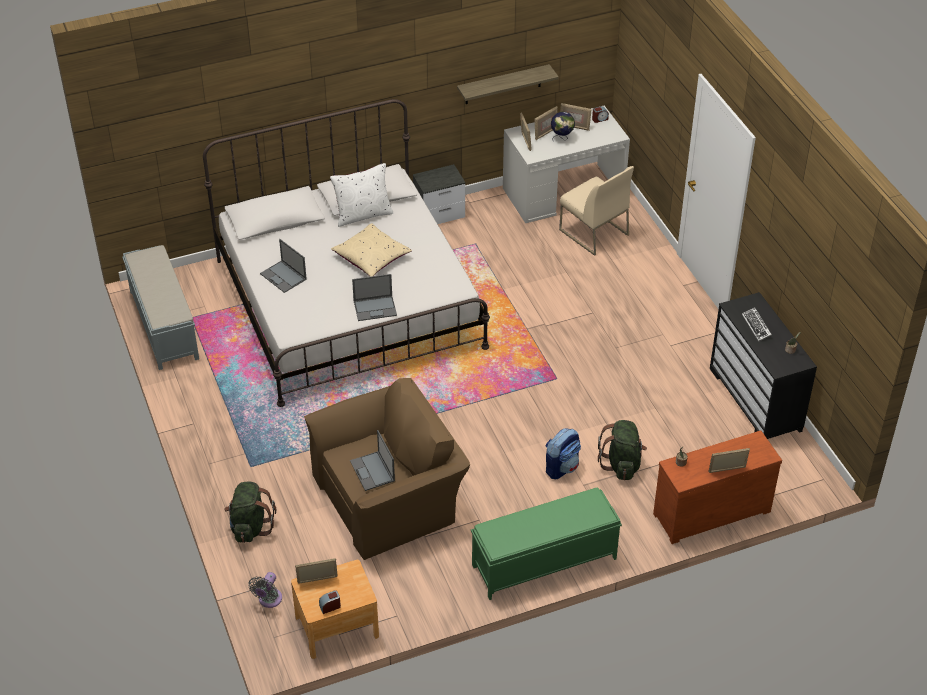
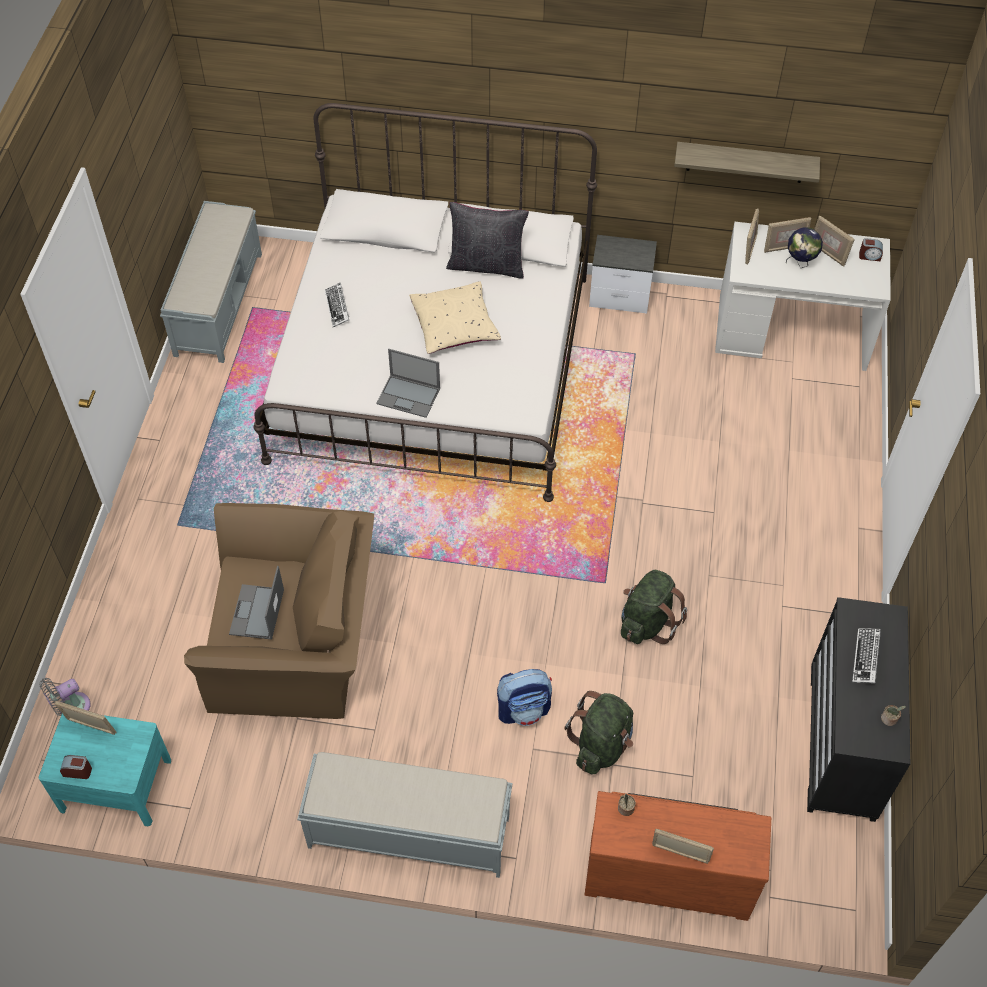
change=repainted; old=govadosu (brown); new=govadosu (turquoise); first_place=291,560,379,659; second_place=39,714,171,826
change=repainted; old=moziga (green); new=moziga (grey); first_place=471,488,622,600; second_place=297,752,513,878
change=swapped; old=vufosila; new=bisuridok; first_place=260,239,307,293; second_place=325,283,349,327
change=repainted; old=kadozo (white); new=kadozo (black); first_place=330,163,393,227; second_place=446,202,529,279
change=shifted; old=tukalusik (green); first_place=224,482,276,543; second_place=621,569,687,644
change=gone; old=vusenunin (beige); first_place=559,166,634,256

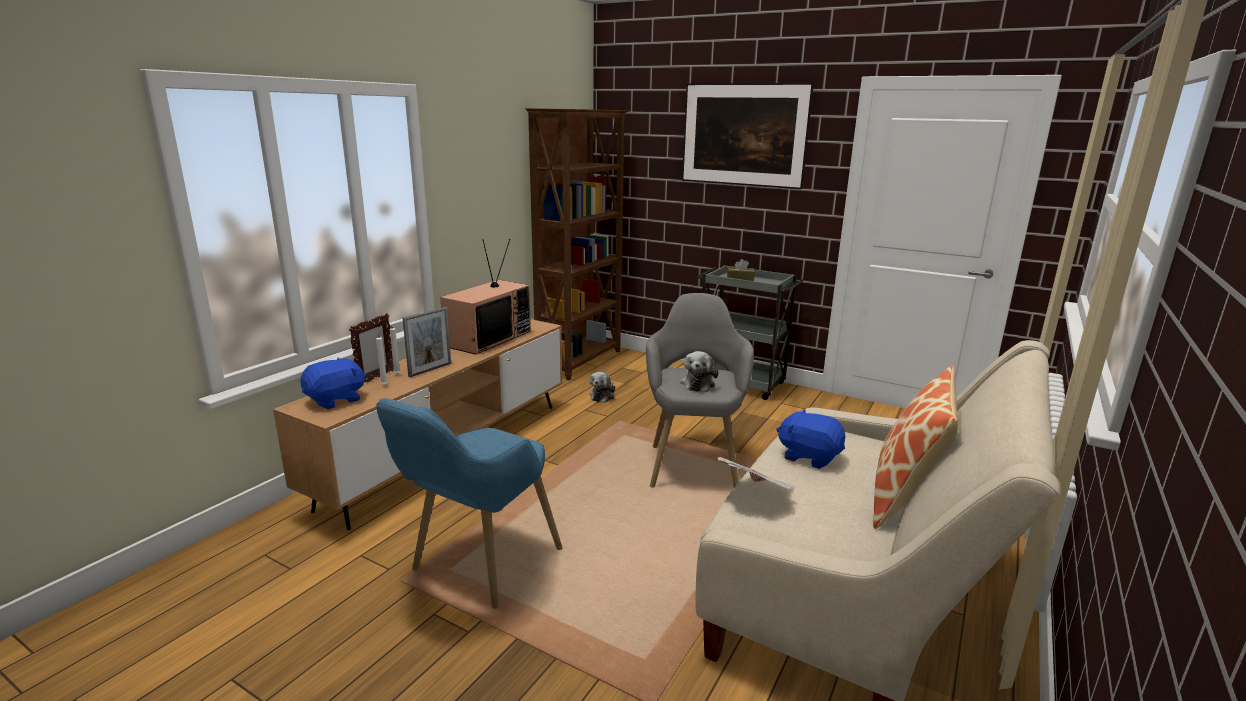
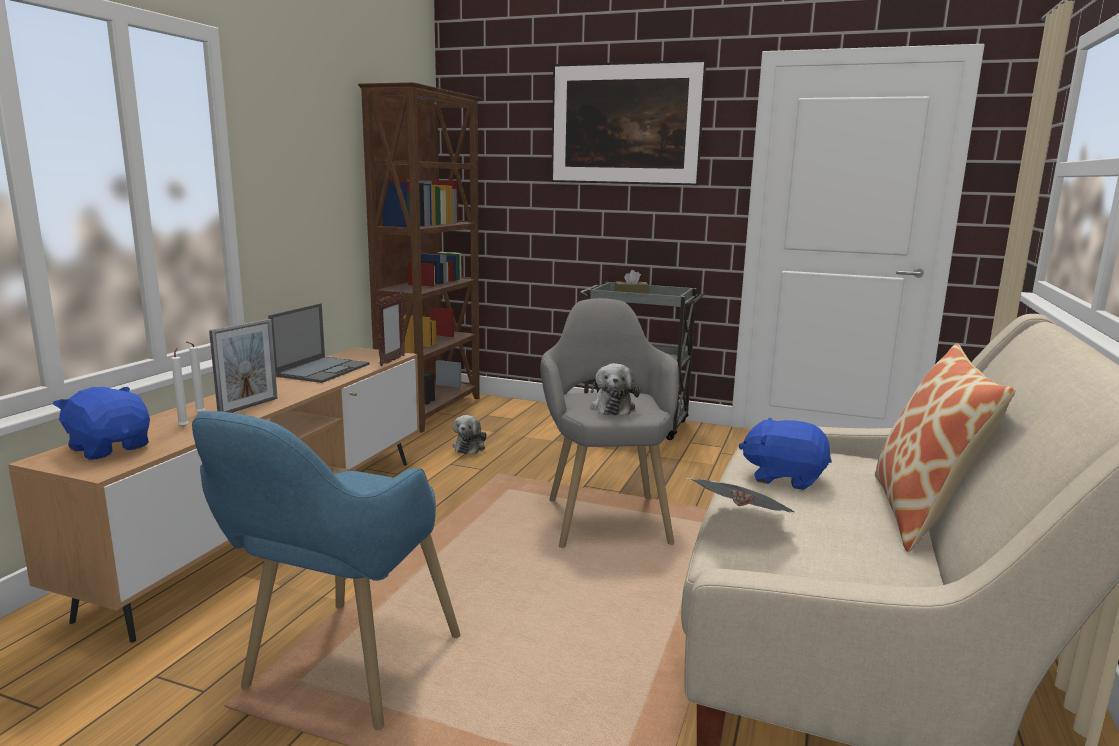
change=rotated; old=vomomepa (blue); first_place=300,357,366,409; second_place=53,387,150,460; degrees=-90
change=swapped; old=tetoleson; new=vufosila; first_place=440,239,531,355; second_place=268,303,369,383
change=shifted; old=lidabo; first_place=349,313,394,382; second_place=376,292,405,366

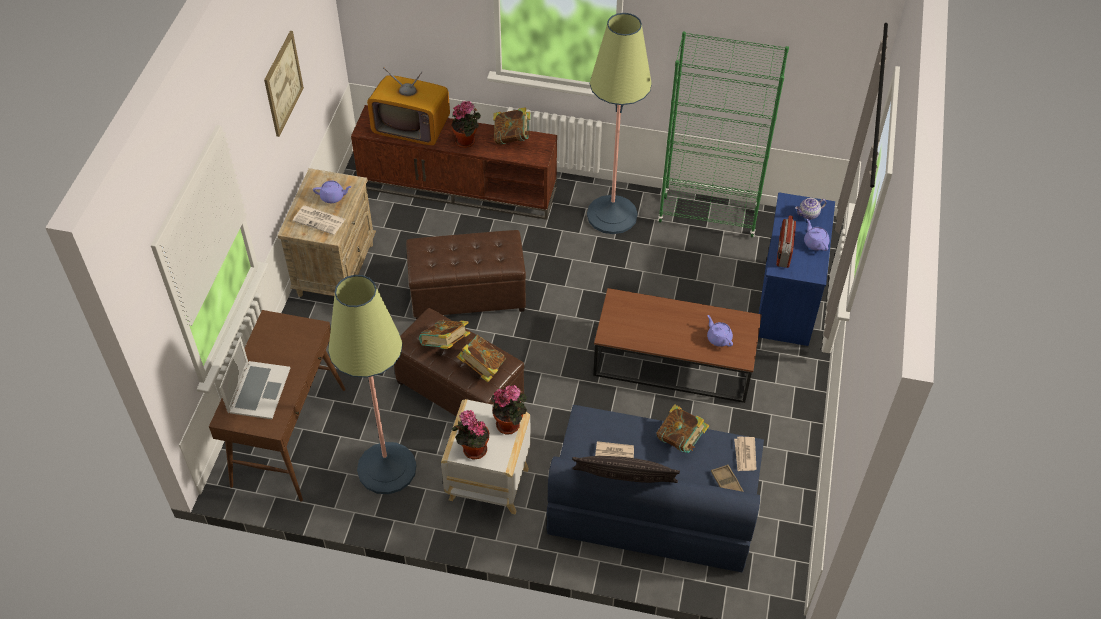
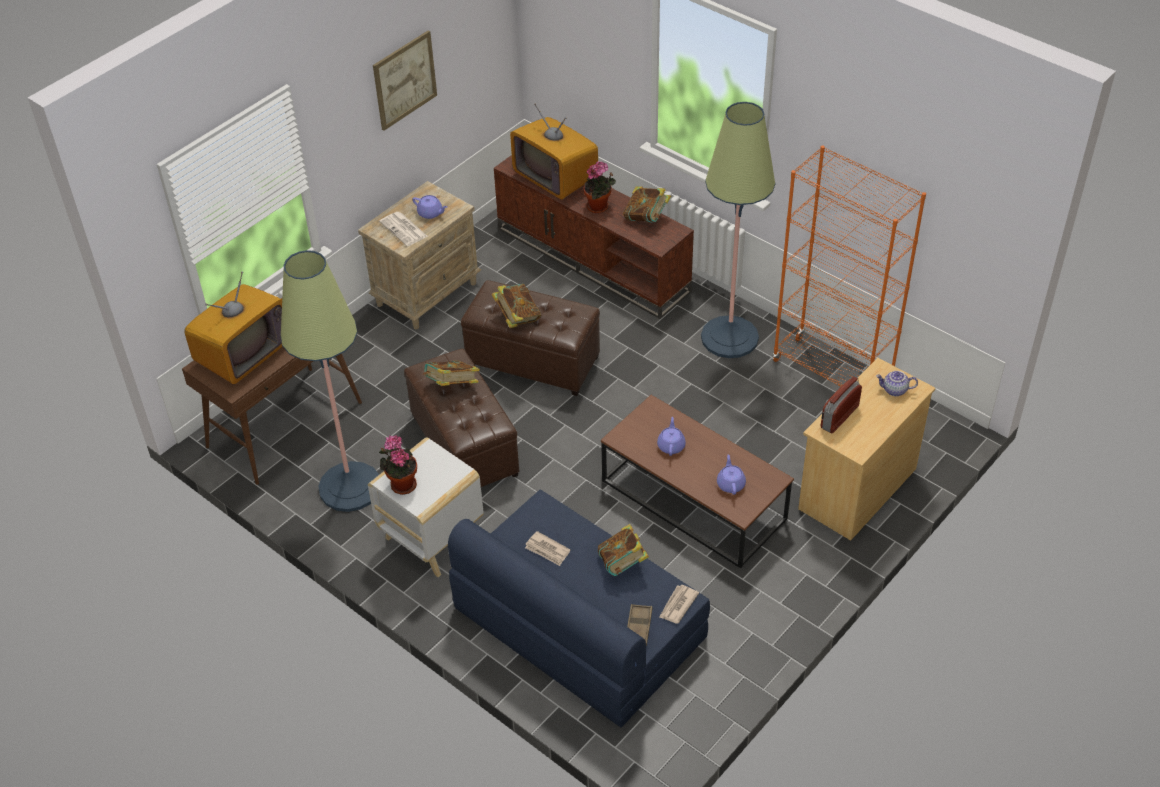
change=swapped; old=vufosila; new=tetoleson; first_place=219,337,290,419; second_place=184,272,282,384
change=shifted; old=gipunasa; first_place=457,335,506,382; second_place=492,284,541,328
change=shifted; old=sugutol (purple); first_place=804,219,829,251; second_place=657,417,686,456
change=repainted; old=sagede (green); new=sagede (orange); first_place=658,31,789,237; second_place=773,146,926,386
change=repainted; old=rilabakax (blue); new=rilabakax (beige); first_place=758,192,835,346; second_place=798,358,935,540
change=gone; old=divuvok; first_place=491,385,527,434
change=gone; old=kadozo; first_place=572,456,680,483

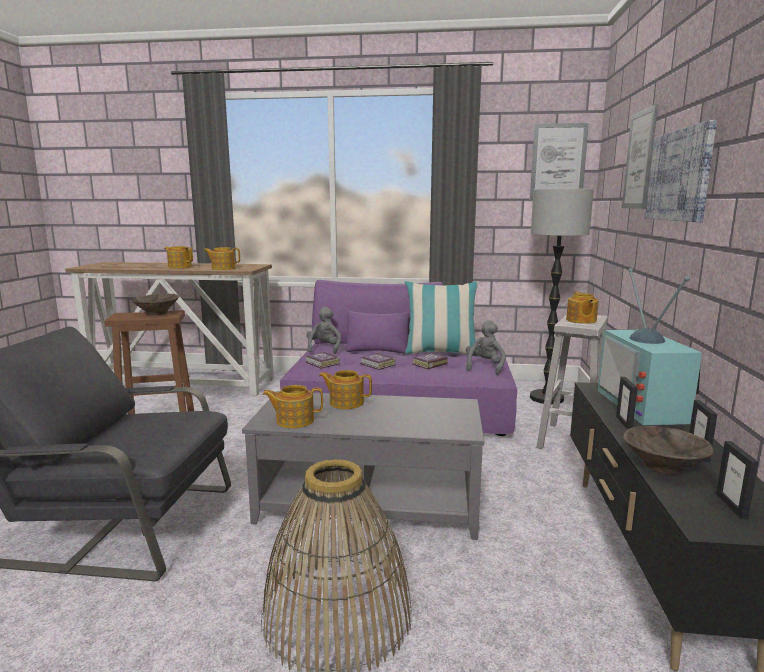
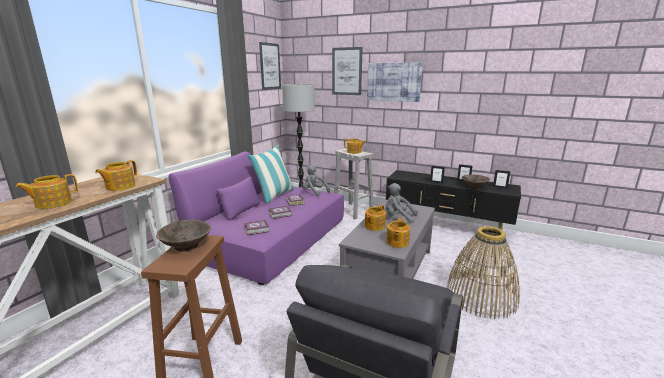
change=shifted; old=vomomepa (grey); first_place=306,307,341,354; second_place=386,183,418,223
change=gone; old=tetoleson; first_place=598,268,702,425

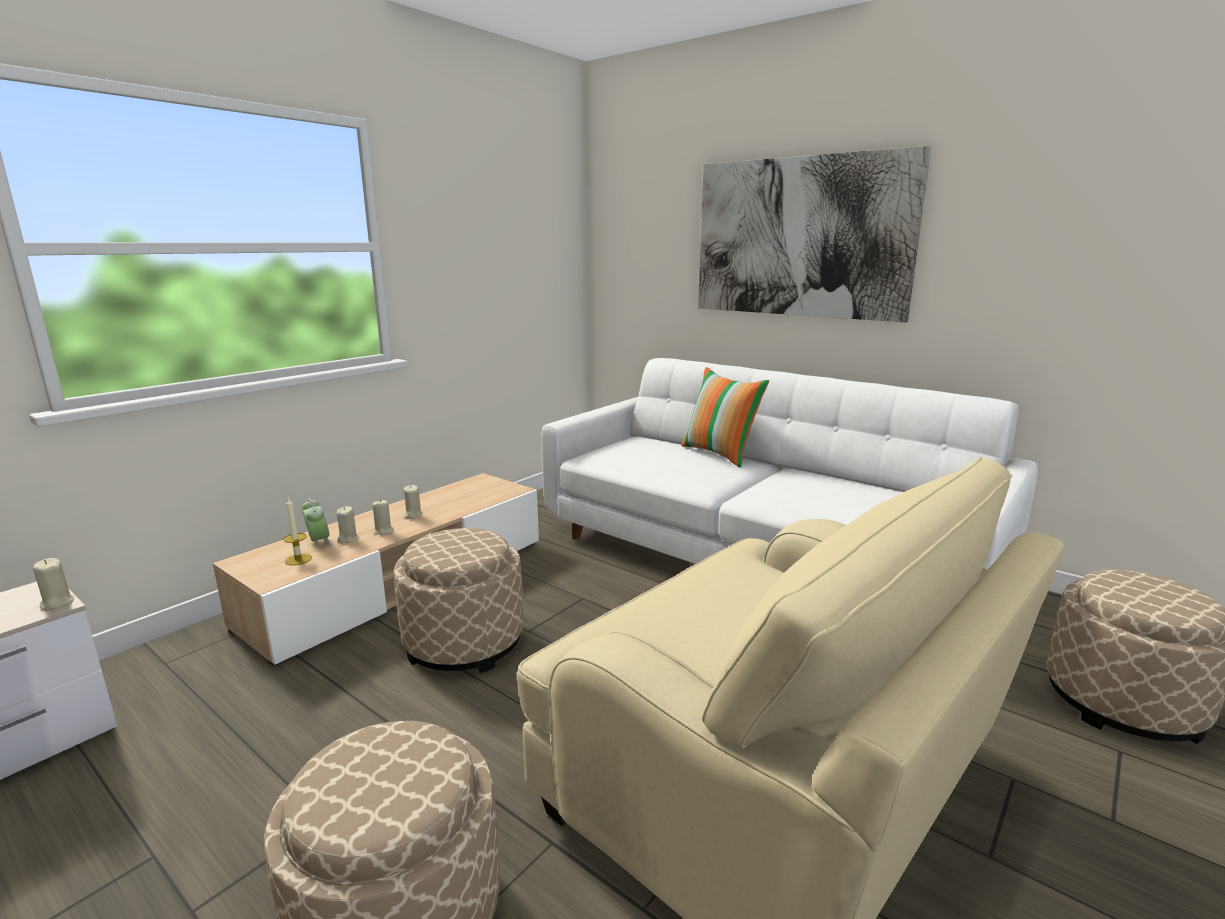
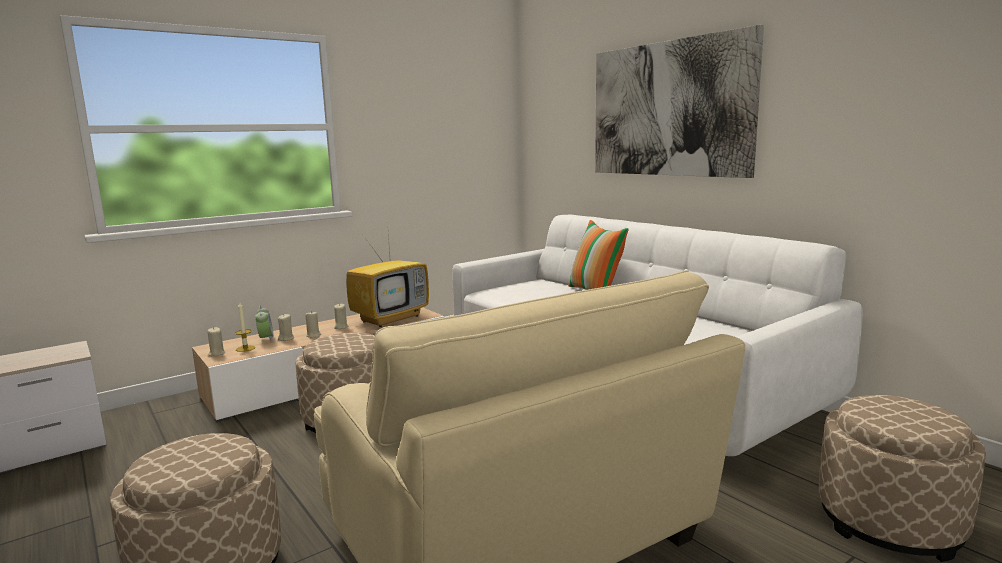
change=shifted; old=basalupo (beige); first_place=33,558,74,610; second_place=207,327,225,356
change=new; new=tetoleson; second_place=346,234,429,327

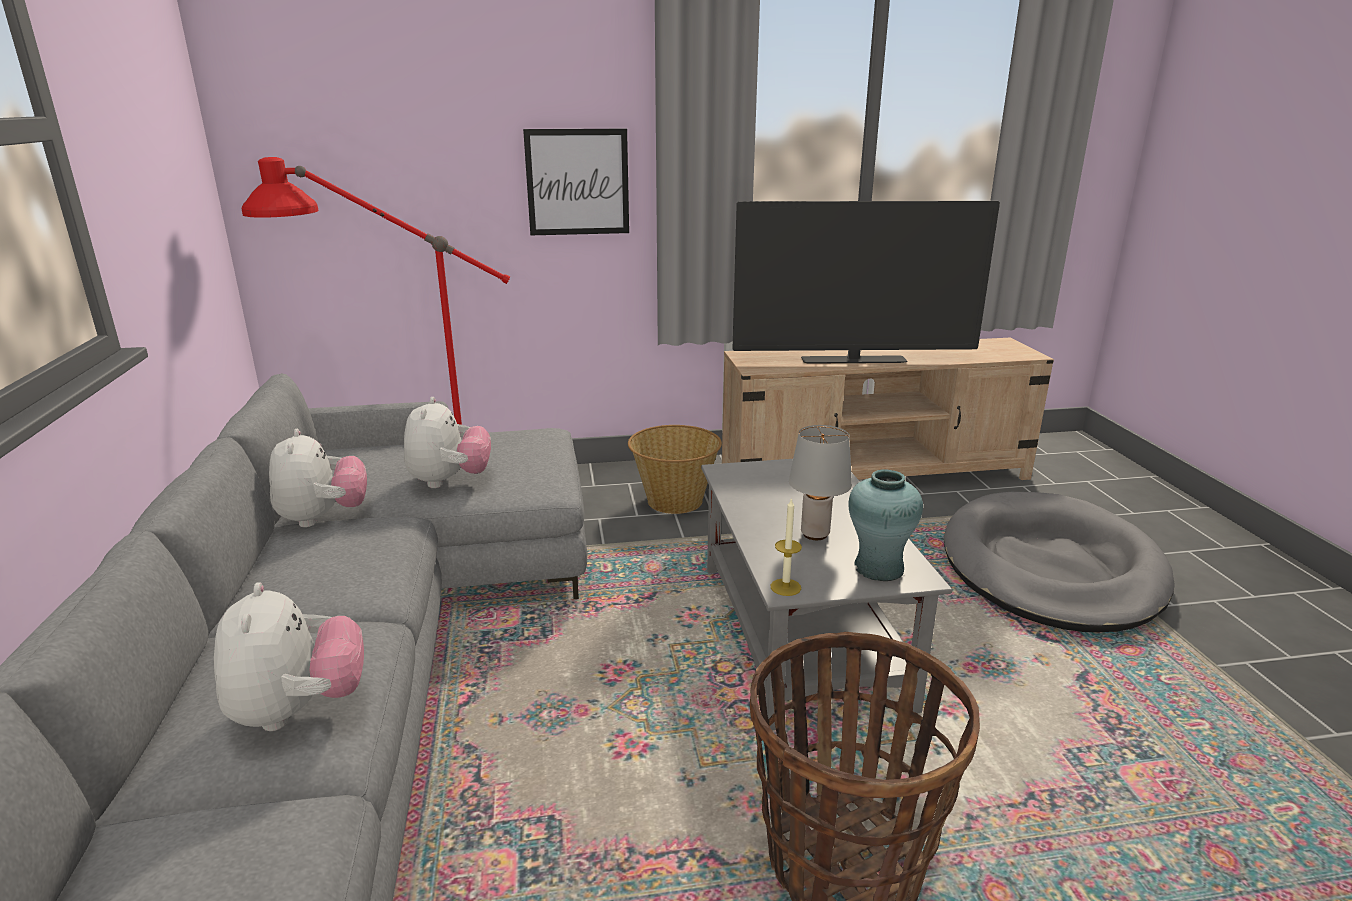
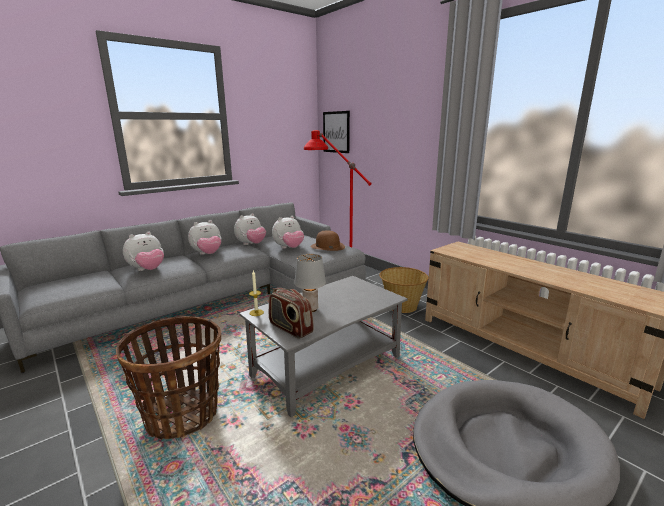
change=new; new=vomomepa; second_place=188,220,221,255
change=swapped; old=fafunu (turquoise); new=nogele; first_place=849,470,923,581; second_place=269,288,314,339
change=new; new=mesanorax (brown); second_place=311,230,345,251
change=shifted; old=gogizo; first_place=523,129,629,235; second_place=323,111,350,153
change=gone; old=tetoleson; first_place=733,201,1000,364

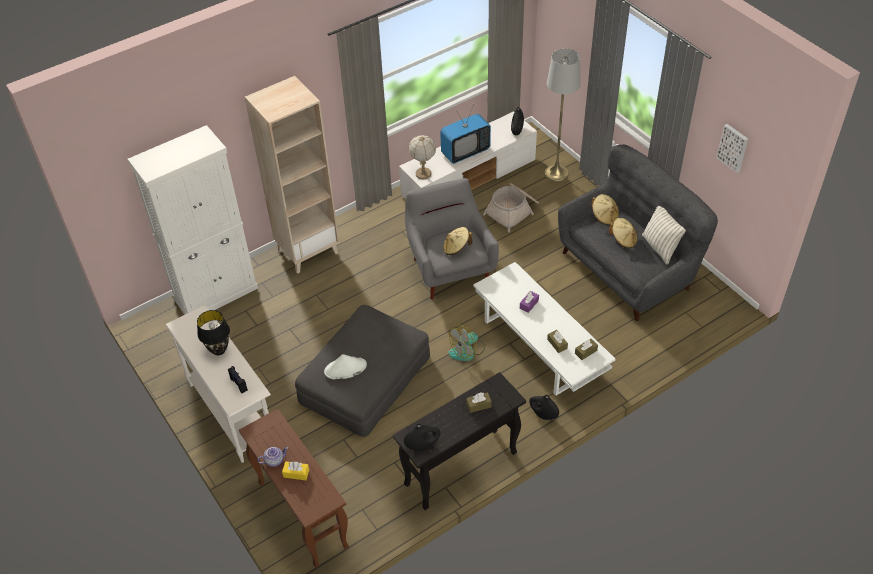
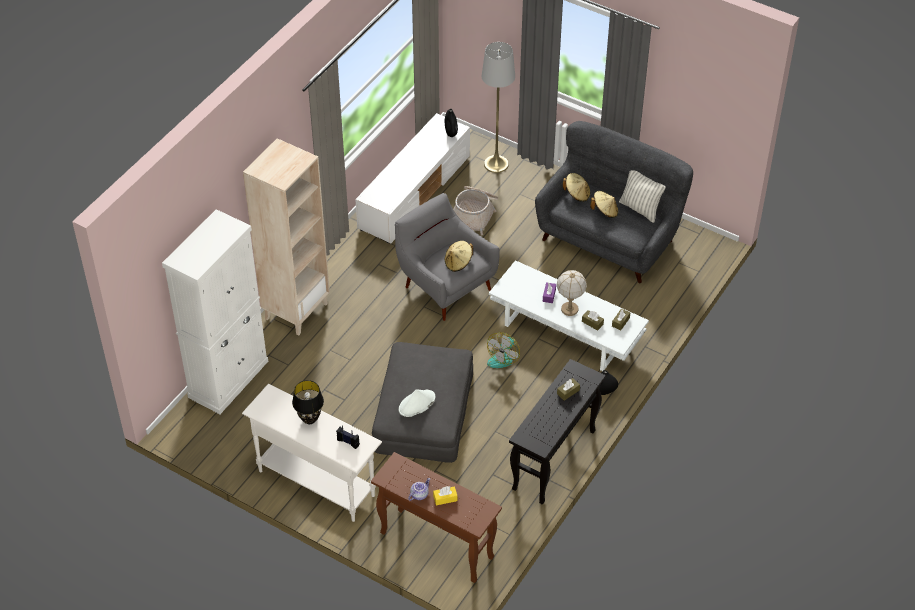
change=shifted; old=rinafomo; first_place=408,135,436,179; second_place=557,270,587,316
change=gone; old=fafunu (black); first_place=404,423,441,451
change=gone; old=tetoleson; first_place=440,104,491,164
change=gone; old=gogizo; first_place=717,124,748,173

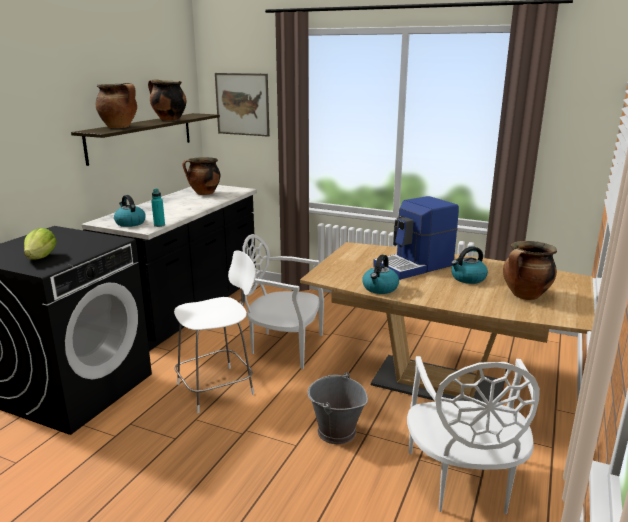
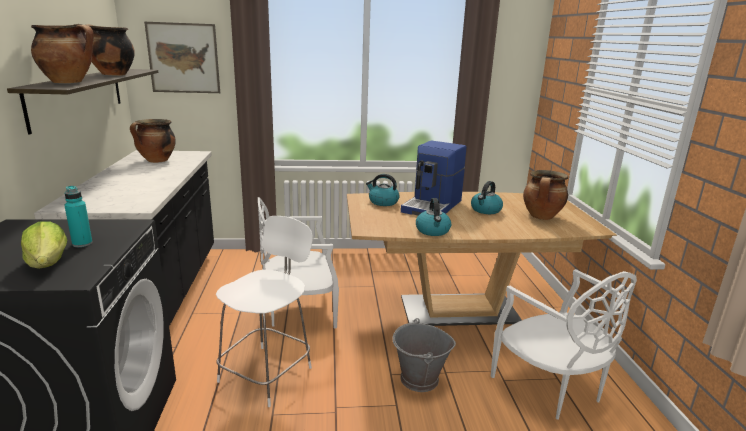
change=shifted; old=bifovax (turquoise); first_place=151,189,165,227; second_place=64,186,93,247
change=shifted; old=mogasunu; first_place=114,195,146,227; second_place=366,174,400,206

